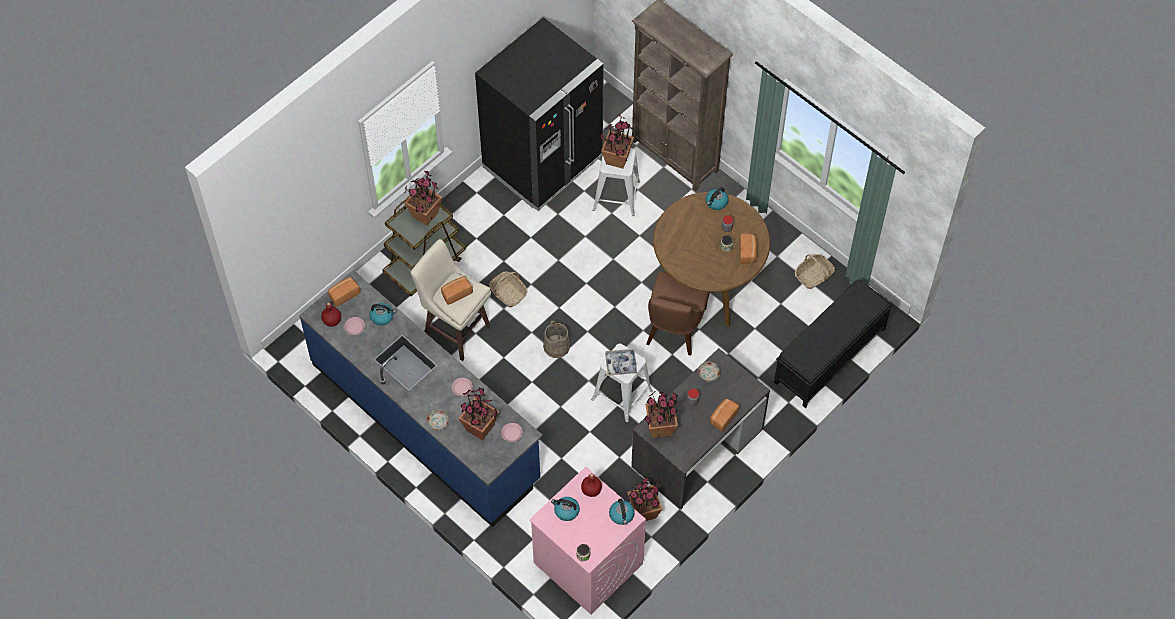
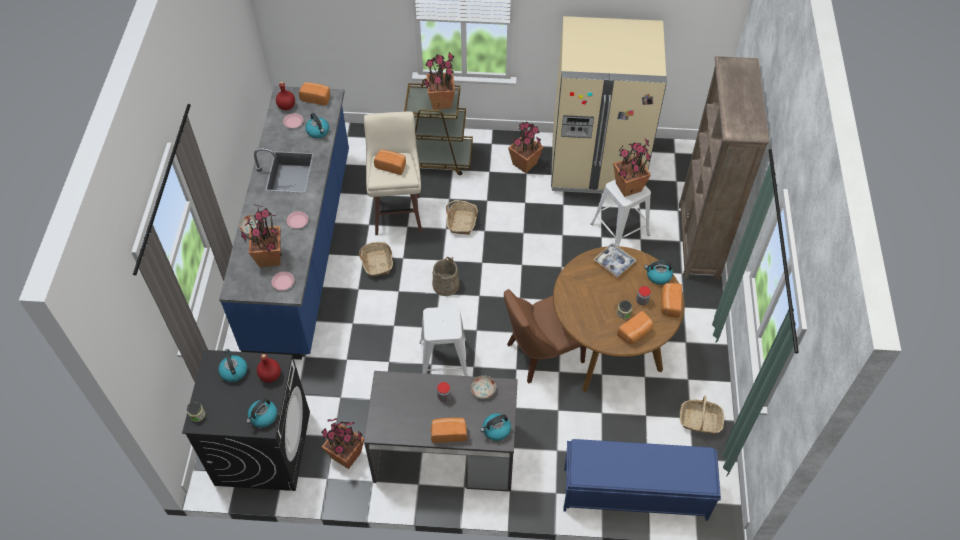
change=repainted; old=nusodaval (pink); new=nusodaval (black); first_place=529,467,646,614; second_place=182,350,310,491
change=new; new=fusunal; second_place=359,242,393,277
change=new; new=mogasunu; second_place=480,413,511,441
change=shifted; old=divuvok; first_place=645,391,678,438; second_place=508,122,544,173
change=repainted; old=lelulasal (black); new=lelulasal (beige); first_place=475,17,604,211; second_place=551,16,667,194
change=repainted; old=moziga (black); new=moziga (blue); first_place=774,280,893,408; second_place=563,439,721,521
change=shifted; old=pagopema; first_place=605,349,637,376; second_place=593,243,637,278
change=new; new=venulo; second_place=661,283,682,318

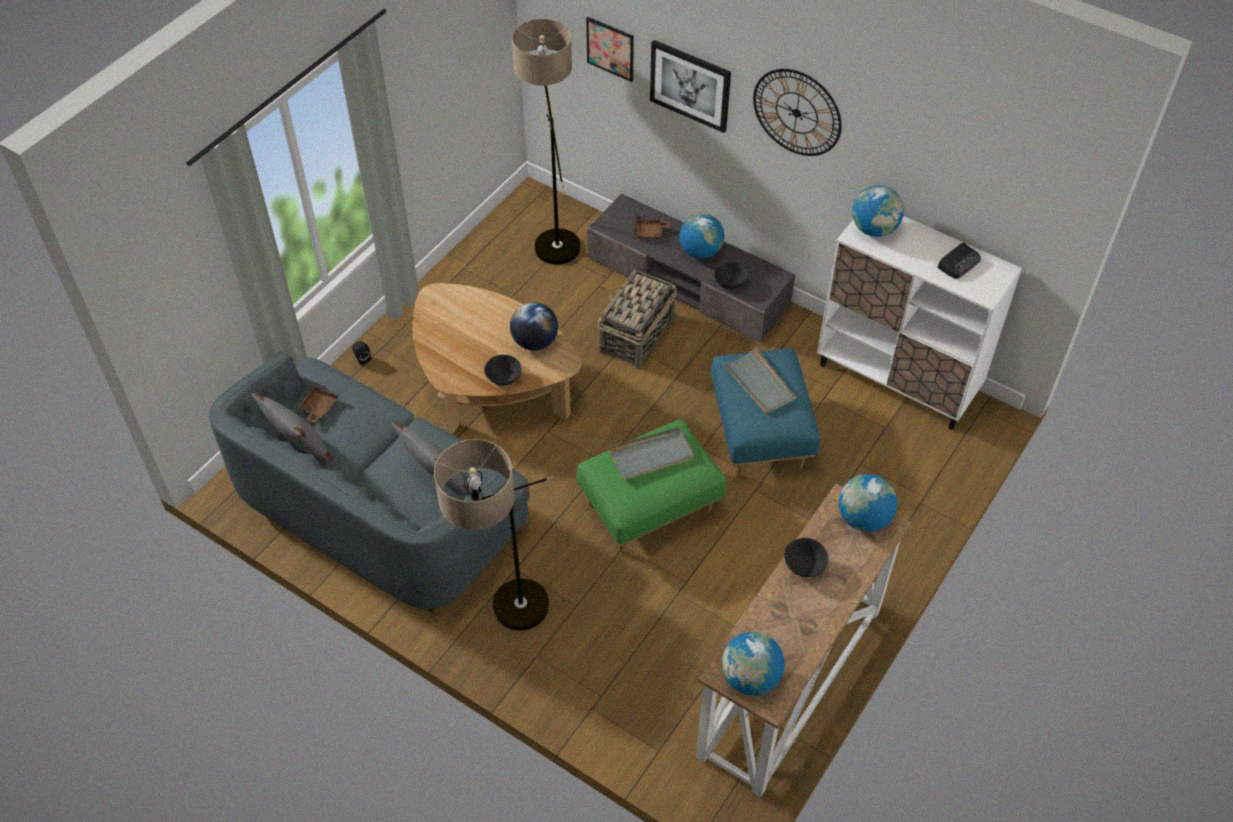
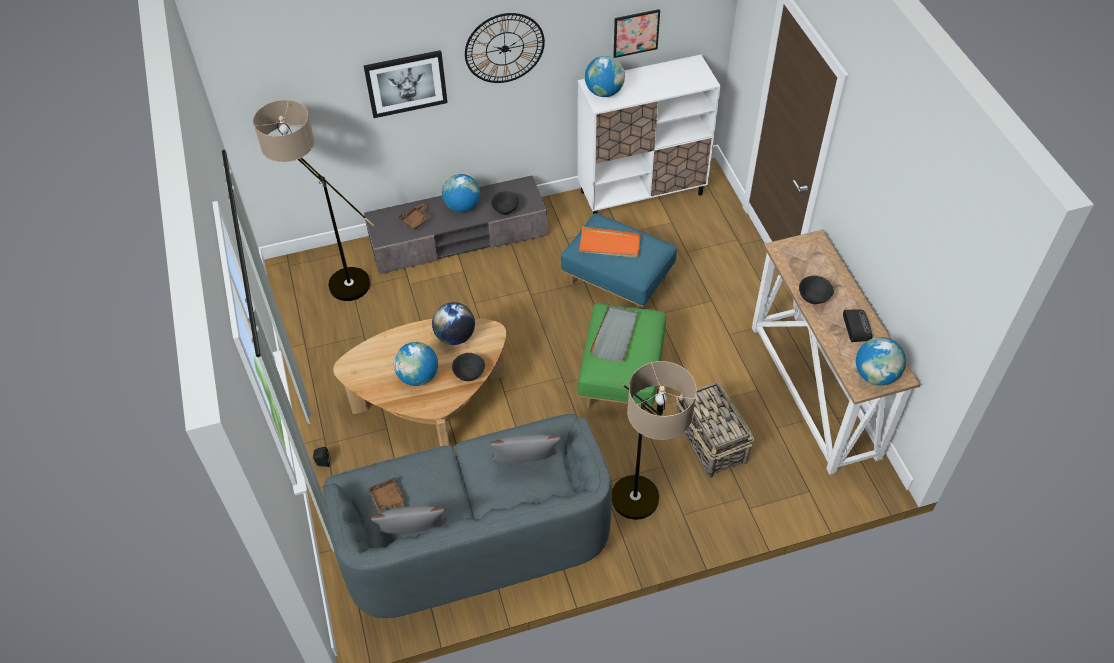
change=shifted; old=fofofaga; first_place=839,474,897,532; second_place=394,342,438,386
change=repainted; old=pagopema (grey); new=pagopema (orange); first_place=723,346,796,413; second_place=579,227,641,258
change=shifted; old=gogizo; first_place=586,17,634,82; second_place=613,9,660,58
change=shifted; old=fusunal; first_place=597,266,677,369; second_place=676,382,754,478
change=shifted; old=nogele; first_place=937,243,981,279; second_place=843,310,872,342

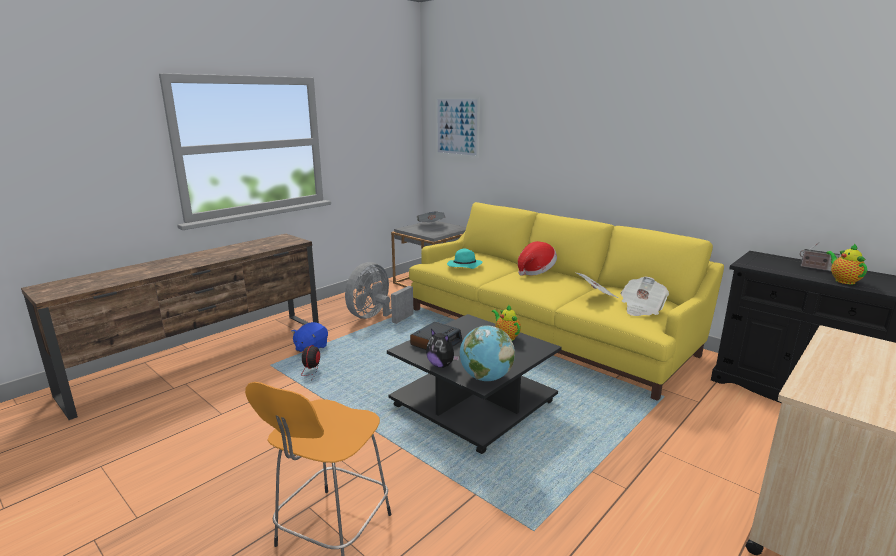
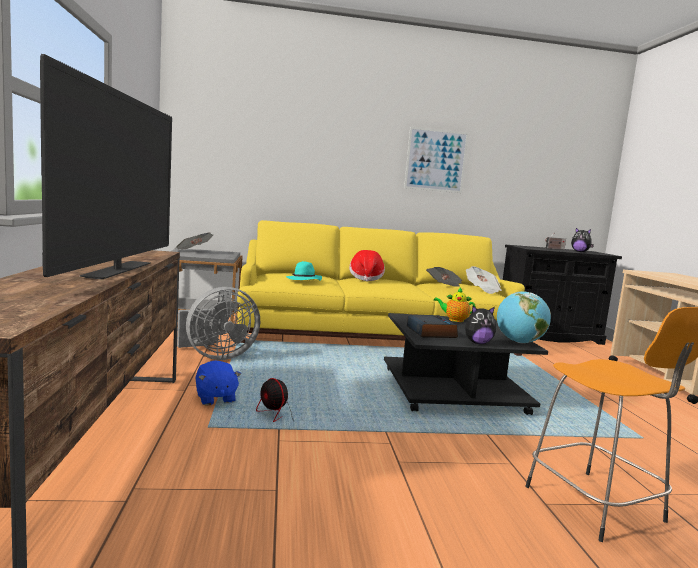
change=new; new=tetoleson; second_place=40,54,172,279
change=rotated; old=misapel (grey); first_place=345,262,414,324; second_place=177,287,260,360; degrees=-105
change=shifted; old=gogizo; first_place=436,97,480,158; second_place=404,127,469,193
change=swapped; old=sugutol; new=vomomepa; first_place=826,243,867,284; second_place=571,228,594,252

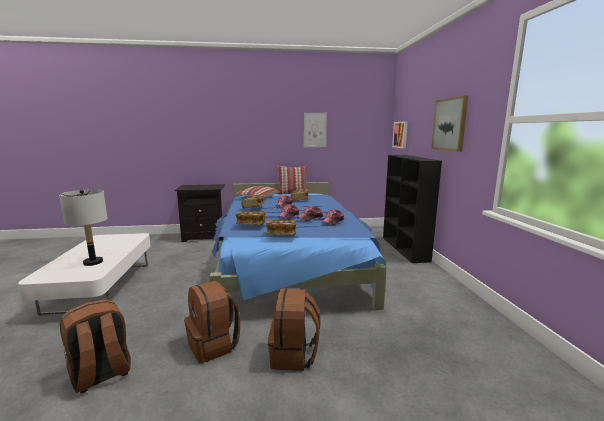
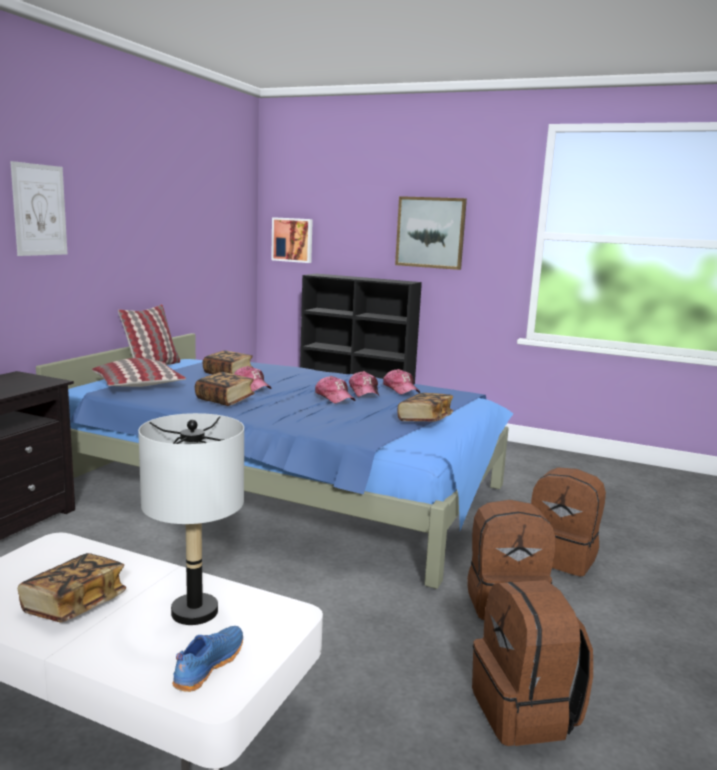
change=shifted; old=gogizo; first_place=304,113,327,147; second_place=10,161,67,256
change=shifted; old=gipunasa; first_place=236,211,265,225; second_place=18,553,126,622
change=new; new=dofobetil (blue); second_place=172,626,243,692

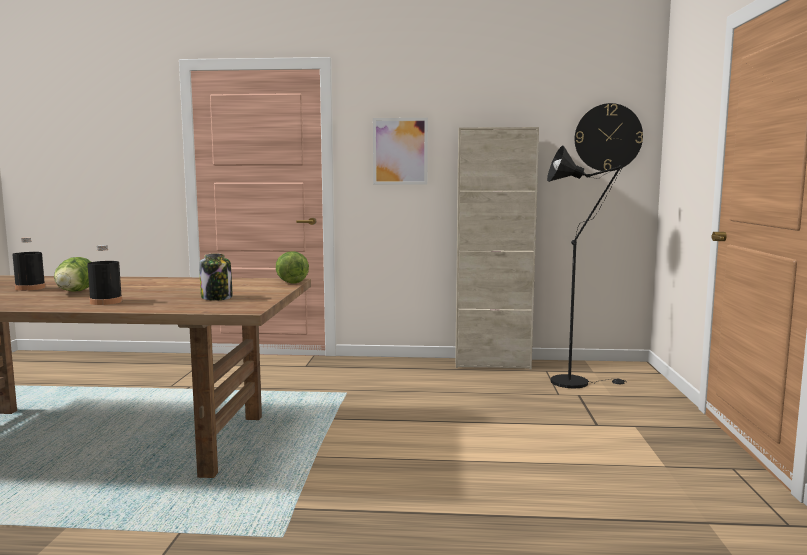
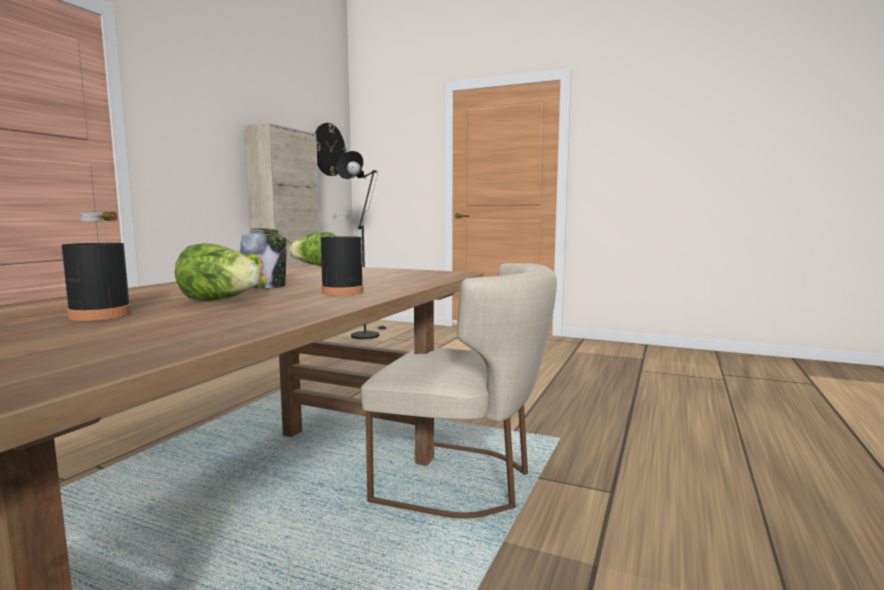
change=shifted; old=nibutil; first_place=199,254,233,301; second_place=240,228,287,288
change=new; new=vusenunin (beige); second_place=361,263,557,519
change=gone; old=gogizo; first_place=373,118,428,184

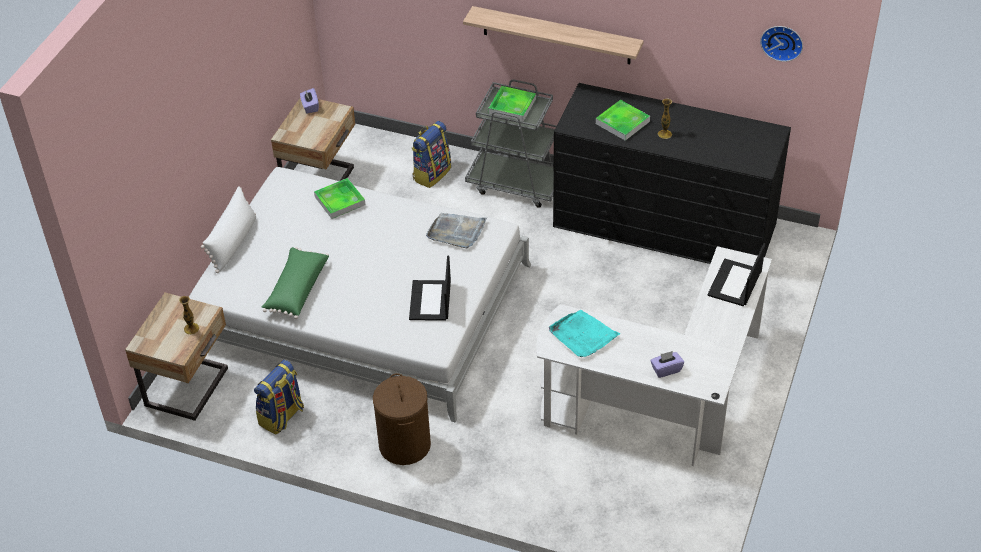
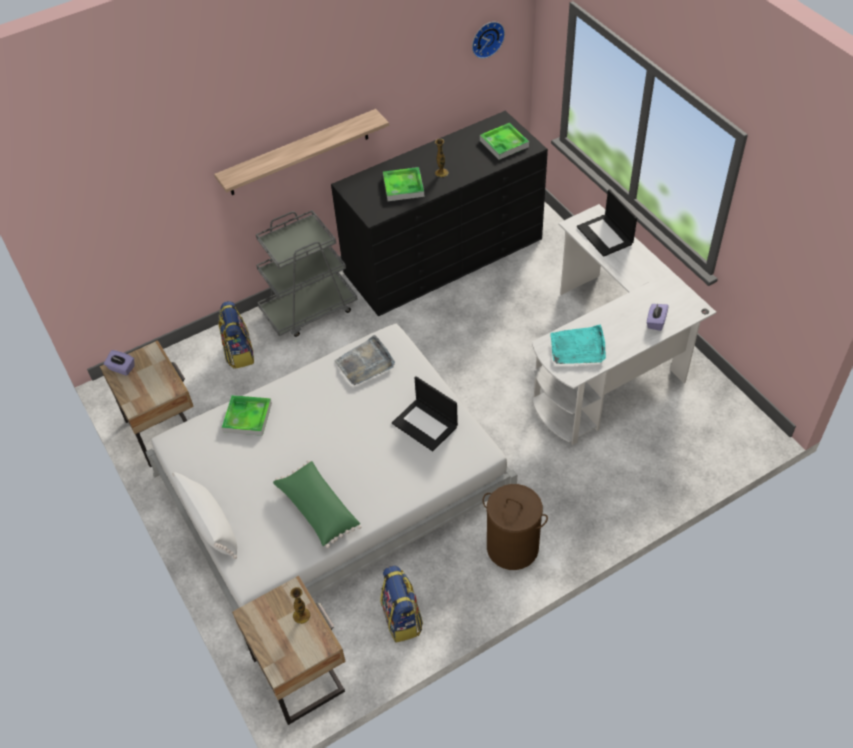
change=shifted; old=pagopema; first_place=488,86,536,122; second_place=480,123,529,160

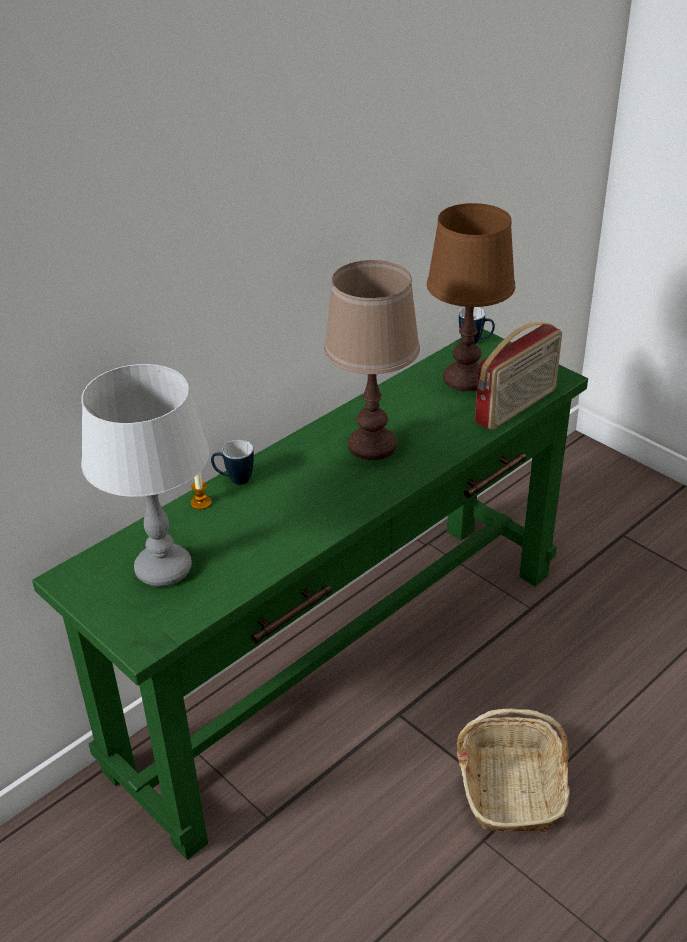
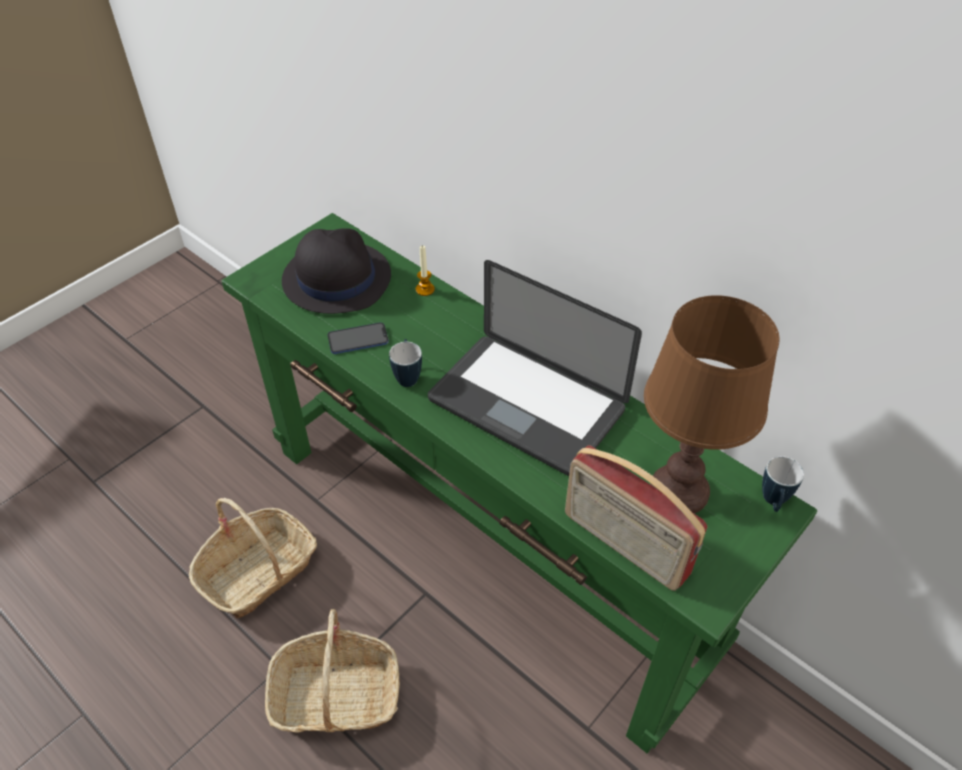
change=new; new=fusunal; second_place=189,498,317,618
change=swapped; old=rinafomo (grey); new=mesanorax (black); first_place=81,364,209,587; second_place=282,228,391,314
change=new; new=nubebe; second_place=327,322,389,354
change=shifted; old=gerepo; first_place=211,440,254,485; second_place=389,339,422,387
change=swapped; old=rinafomo (brown); new=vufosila; first_place=324,260,420,460; second_place=428,260,642,476

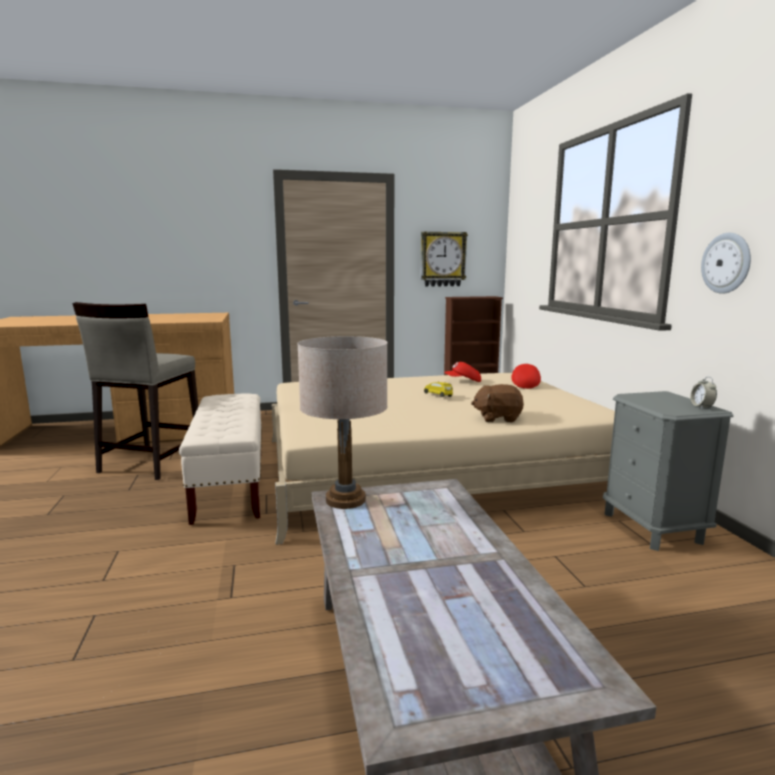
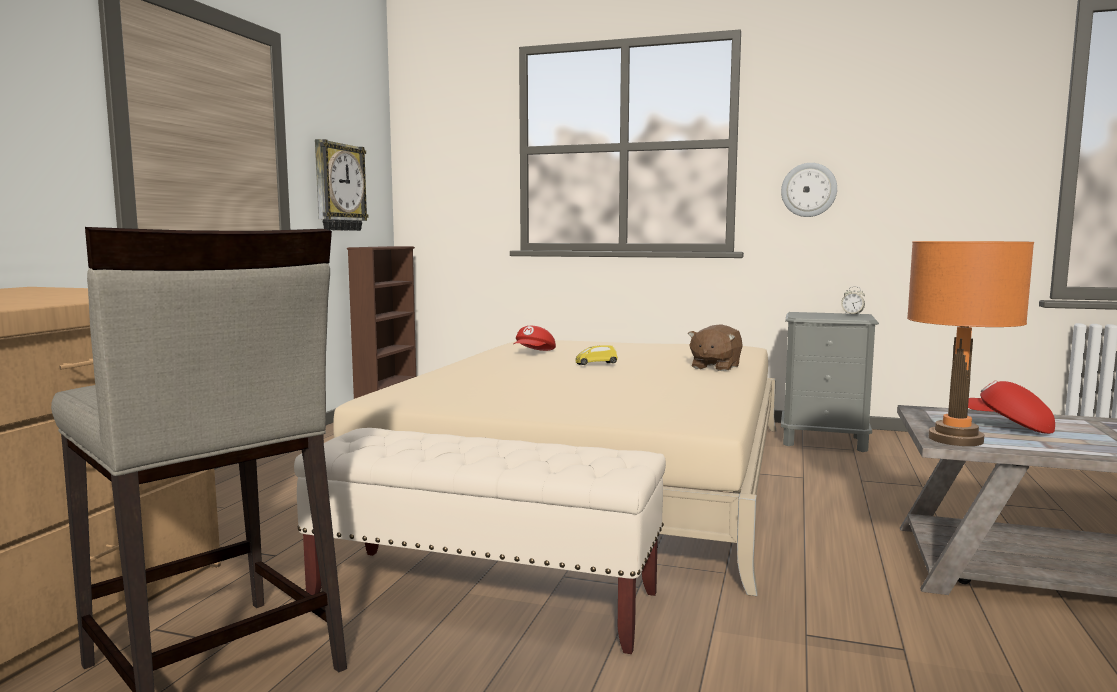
change=repainted; old=rinafomo (beige); new=rinafomo (orange); first_place=297,336,388,509; second_place=907,241,1034,446
change=shifted; old=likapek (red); first_place=511,363,541,389; second_place=968,381,1055,434

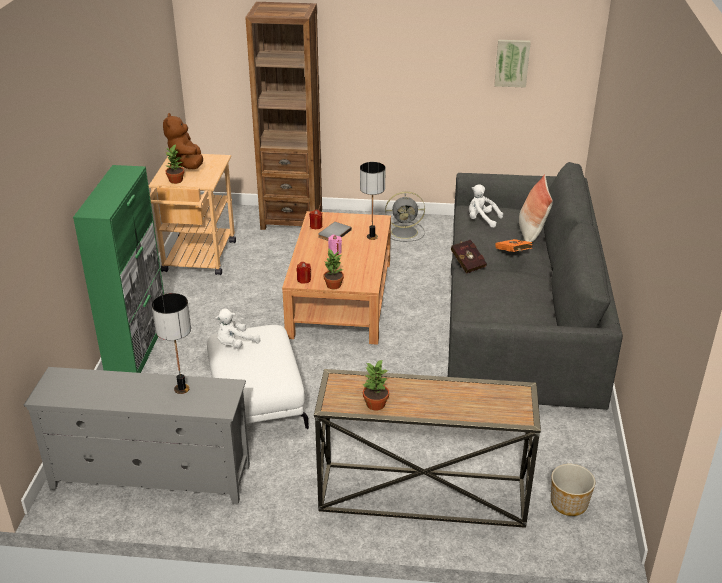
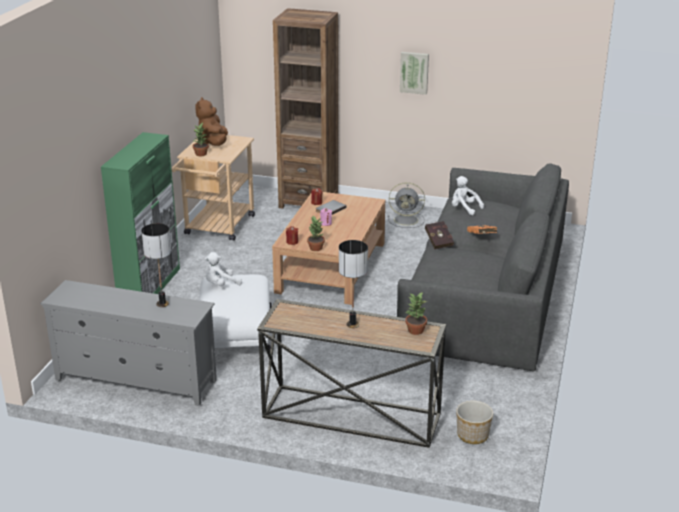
change=shifted; old=rinafomo; first_place=360,162,386,240; second_place=339,240,368,328
change=shifted; old=gogizo; first_place=494,40,531,88; second_place=400,52,429,95
change=shifted; old=divuvok; first_place=363,359,389,411; second_place=405,292,427,335
change=gone; old=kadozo; first_place=519,174,553,242

